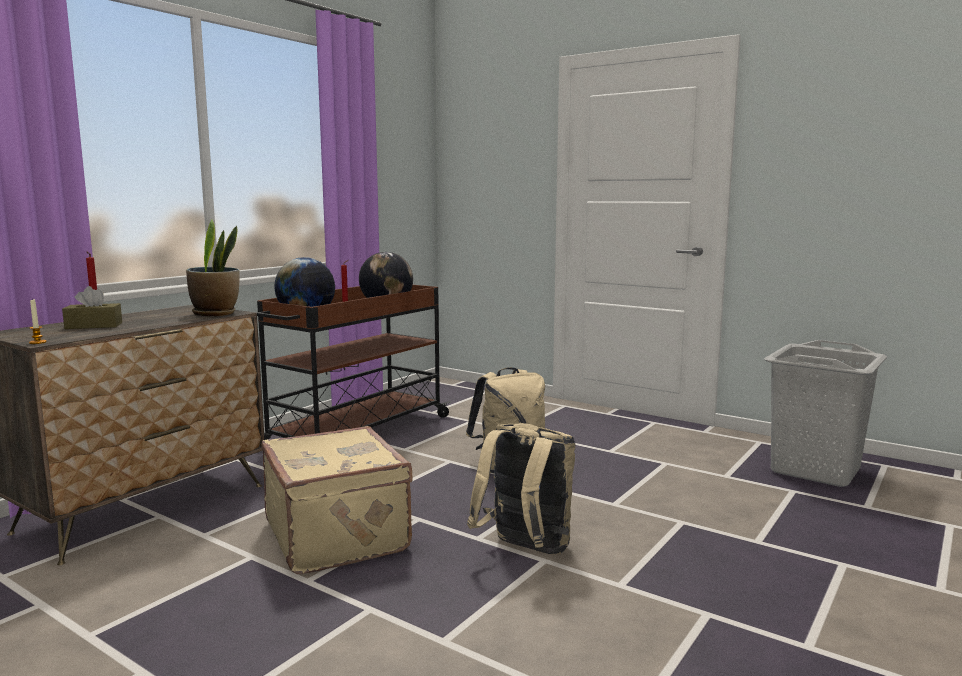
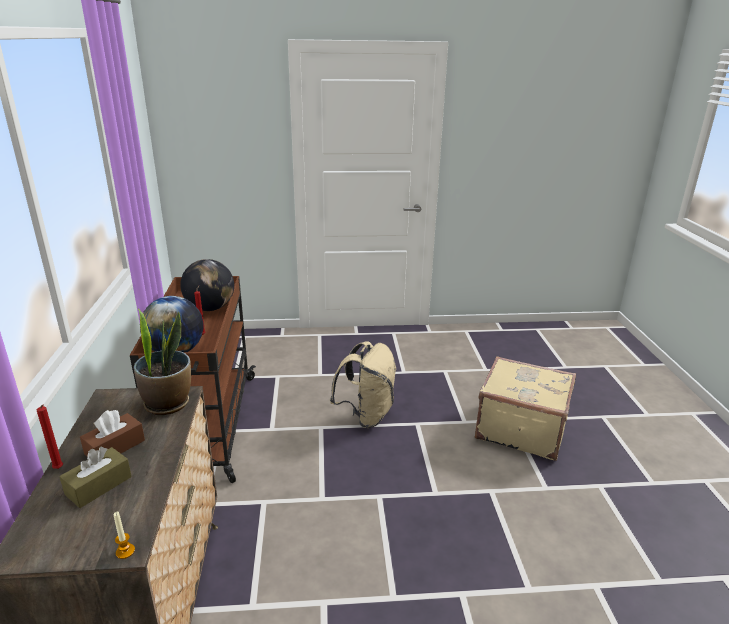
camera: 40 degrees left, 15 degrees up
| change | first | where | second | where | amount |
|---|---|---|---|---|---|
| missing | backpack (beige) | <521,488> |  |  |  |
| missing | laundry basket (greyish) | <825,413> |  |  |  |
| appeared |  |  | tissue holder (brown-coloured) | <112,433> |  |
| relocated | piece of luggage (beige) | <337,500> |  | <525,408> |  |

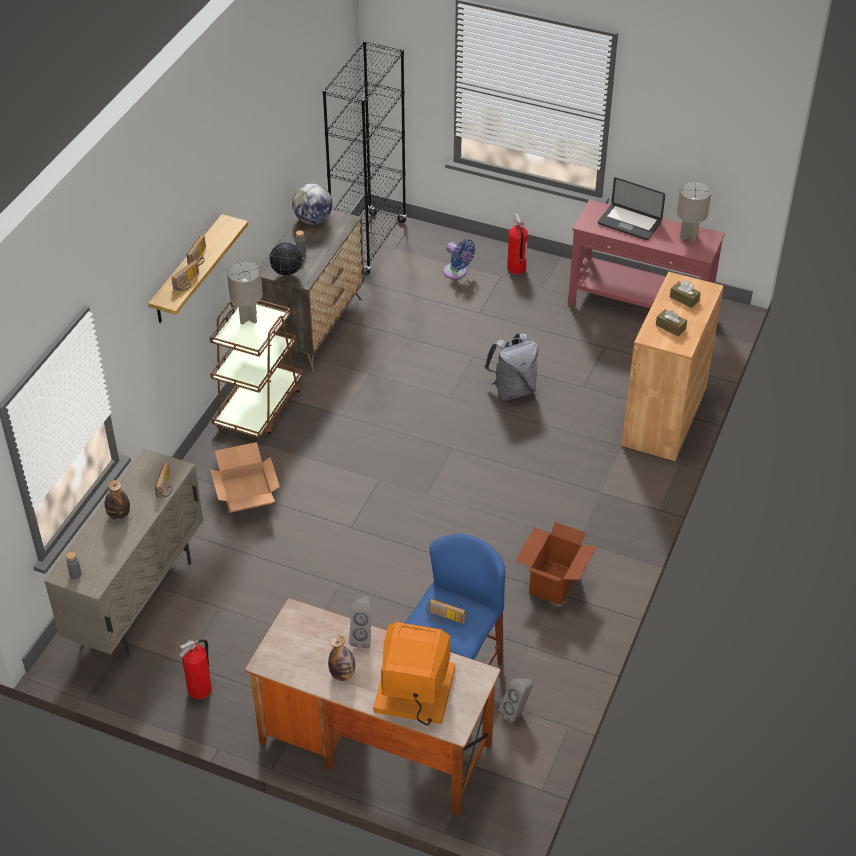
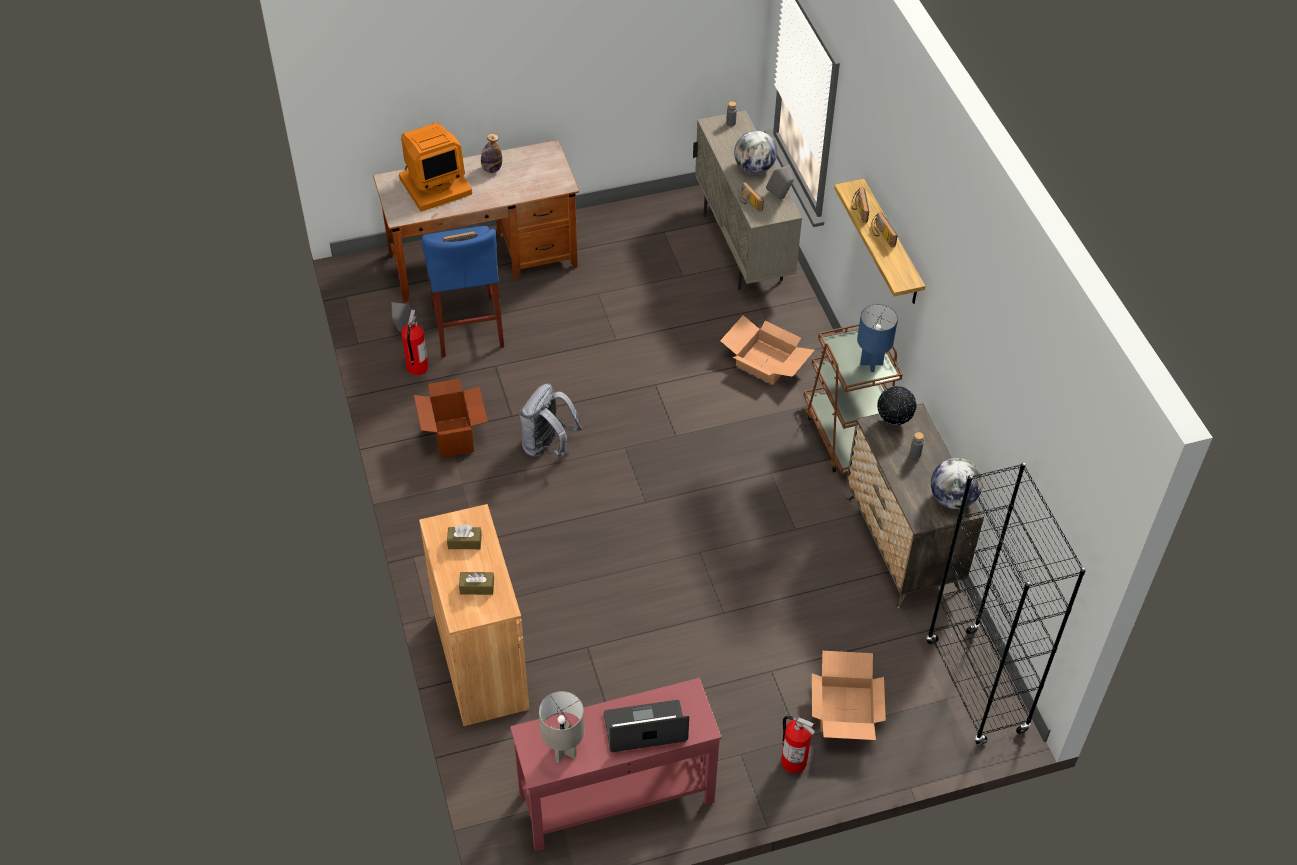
camera: 140 degrees right, 5 degrees up
| change | first | where | second | where | amount |
|---|---|---|---|---|---|
| relocated | fire extinguisher | <195,669> |  | <414,342> |  |
| relocated | audio speaker (greyish) | <360,622> |  | <780,182> |  |
| relocated | backpack (greyish) | <511,367> |  | <551,421> |  |
| exchanged | bottle | <117,500> | world globe | <755,152> |  |
| exchanged | cooling fan (bluish) | <459,259> | carton | <849,695> |  |
| colour | table lamp (greyish) | <245,293> | table lamp (bluish) | <877,338> |  |

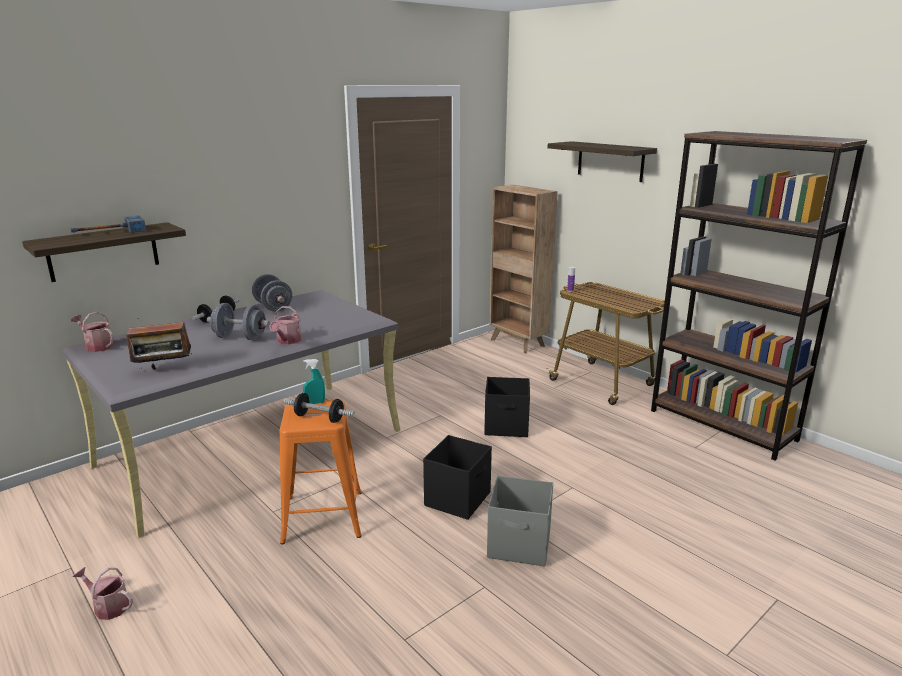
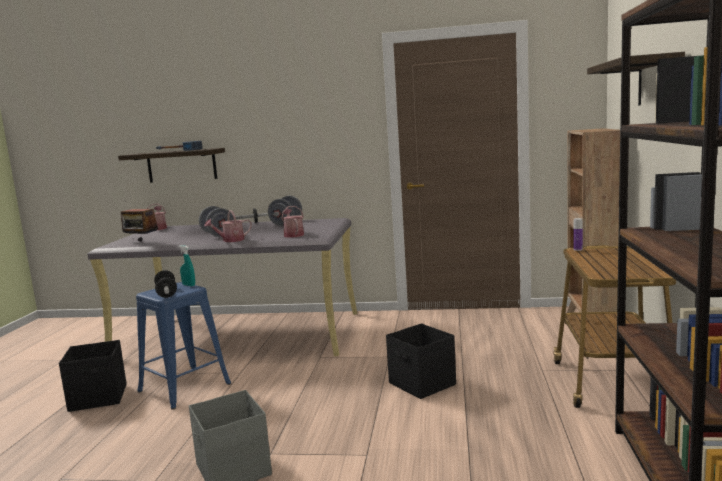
camera: 50 degrees right, 10 degrees down
| change | first | where | second | where | amount |
|---|---|---|---|---|---|
| relocated | watering pot | <103,593> |  | <292,222> |  |
| relocated | storage container (black) | <457,477> |  | <93,376> |  |
| colour | stool seat (orangey) | <320,472> | stool seat (bluish) | <183,346> |  |

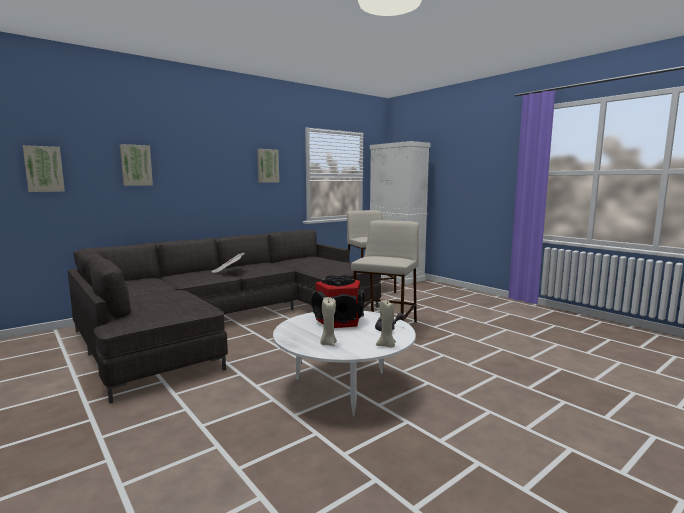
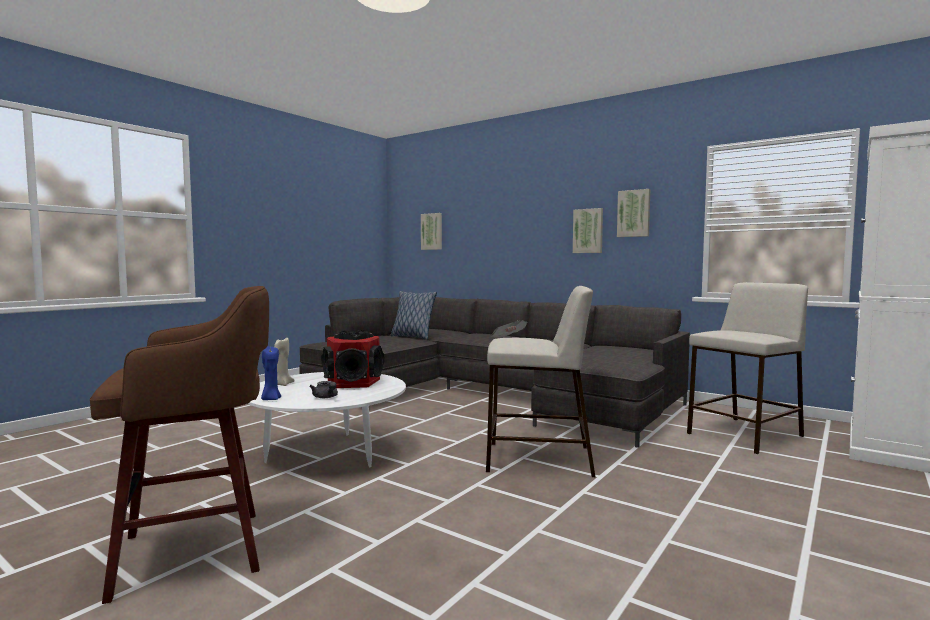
camera: 75 degrees right, 5 degrees down
| change | first | where | second | where | amount |
|---|---|---|---|---|---|
| appeared |  |  | stool seat (brown-coloured) | <179,445> |  |
| appeared |  |  | pillow | <413,315> |  |
| relocated | picture | <136,165> |  | <588,230> |  |
| colour | candle (beige) | <386,323> | candle (bluish) | <271,373> |  |

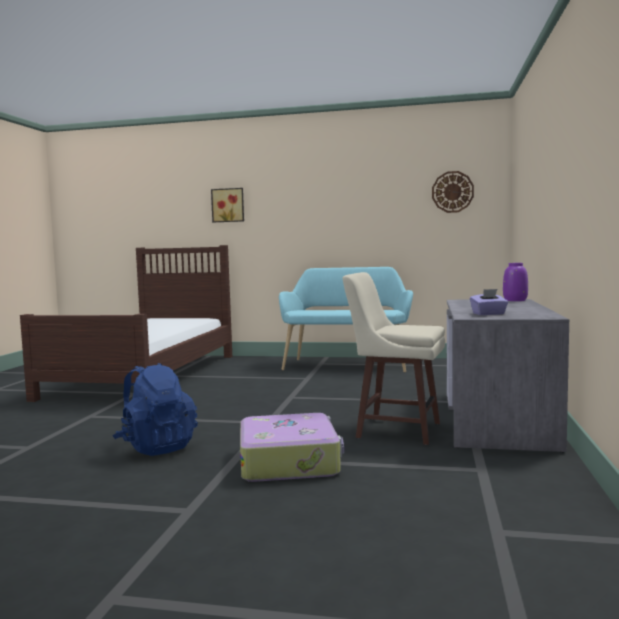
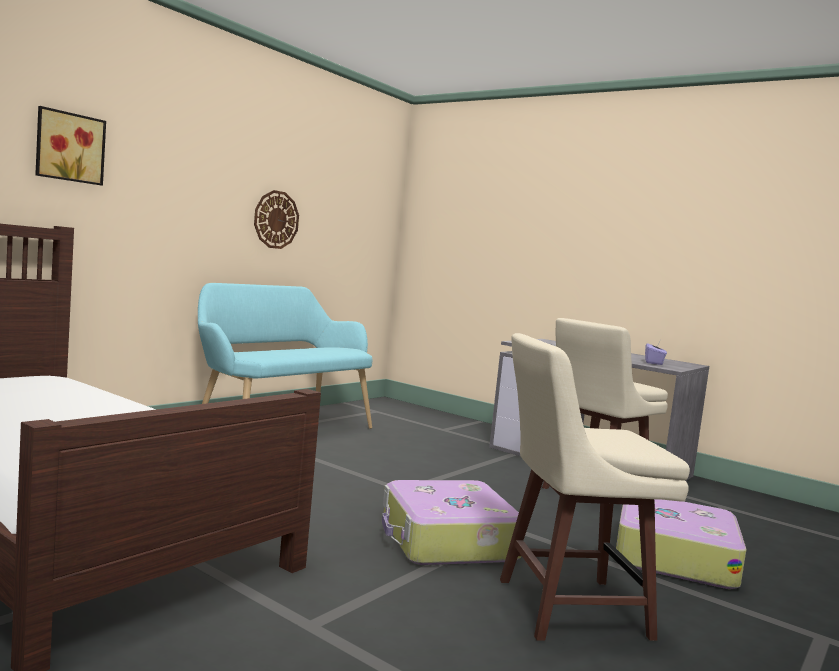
camera: 65 degrees left, 0 degrees up
| change | first | where | second | where | amount |
|---|---|---|---|---|---|
| missing | decorative vase (purplish) | <515,282> |  |  |  |
| appeared |  |  | piece of luggage | <453,522> |  |
| relocated | clock on the wall | <453,192> |  | <276,219> |  |
| exchanged | backpack (bluish) | <155,409> | stool seat (beige) | <595,487> |  |

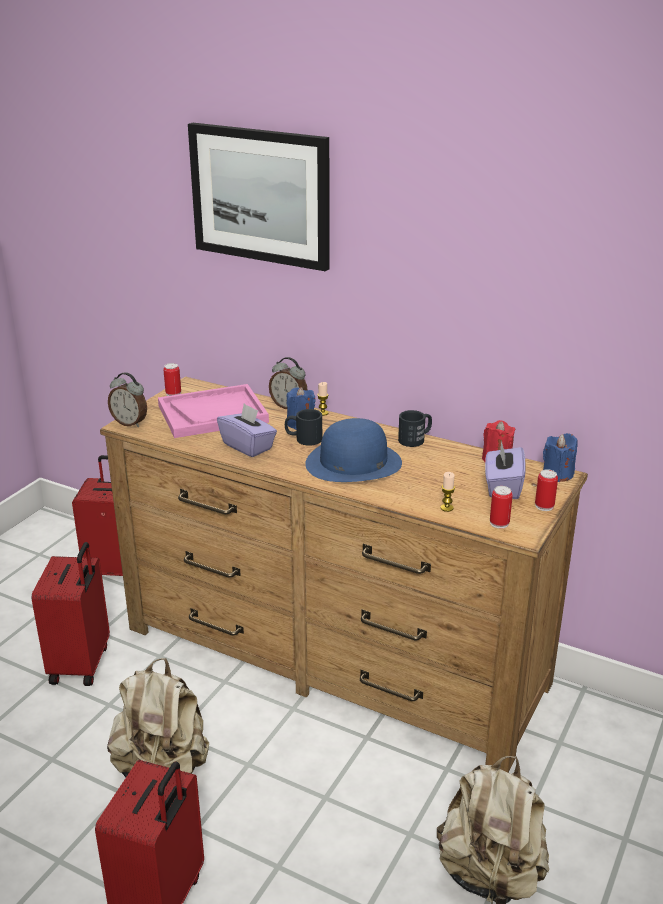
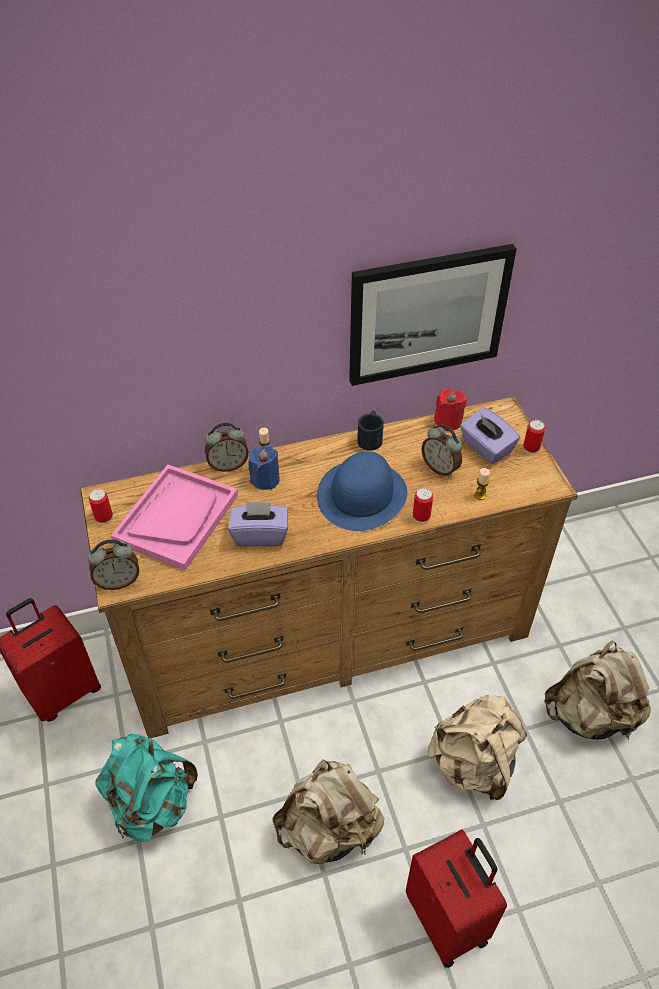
camera: 45 degrees left, 20 degrees up
| change | first | where | second | where | amount |
|---|---|---|---|---|---|
| missing | coffee mug (black) | <303,427> |  |  |  |
| missing | candle (bluish) | <560,457> |  |  |  |
| appeared |  |  | alarm clock | <442,451> |  |
| appeared |  |  | backpack (beige) | <477,747> |  |
| relocated | picture | <258,197> |  | <433,315> |  |
| relocated | metal can | <501,507> |  | <423,505> |  |
| exchanged | piece of luggage (red-coloured) | <71,614> | backpack (turquoise) | <146,788> |  |

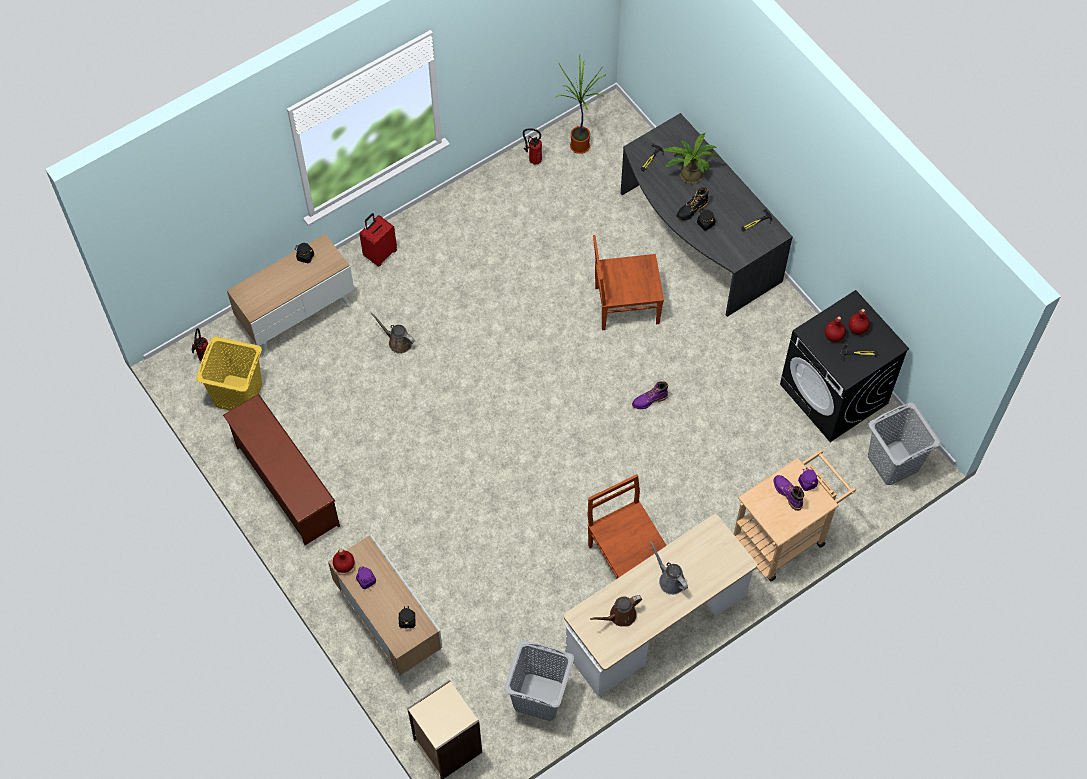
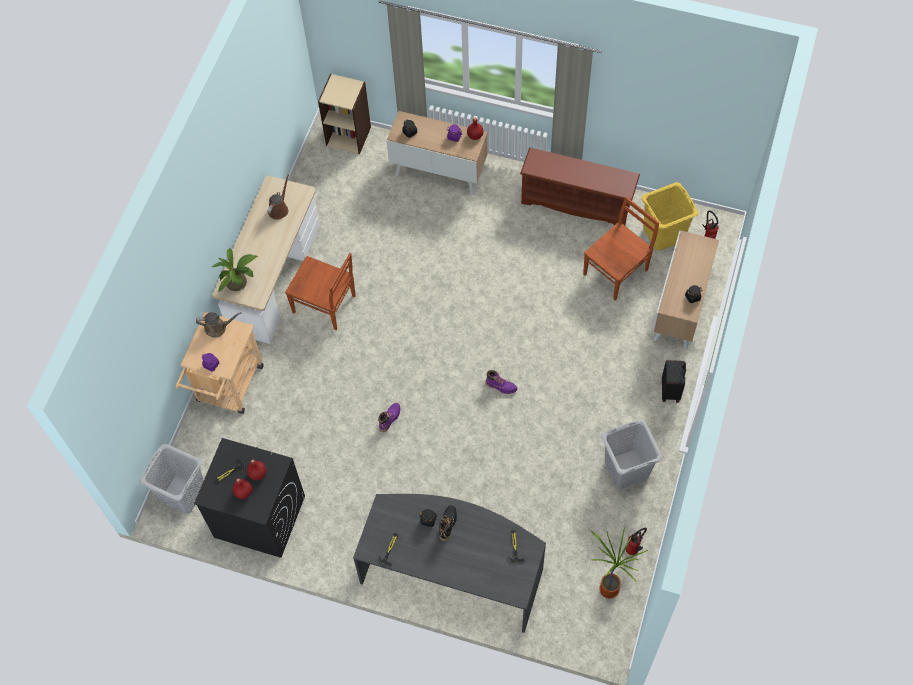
camera: 145 degrees right, 0 degrees up
| change | first | where | second | where | amount |
|---|---|---|---|---|---|
| missing | watering pot (greyish) | <669,568> |  |  |  |
| relocated | watering pot (brown-coloured) | <392,333> |  | <219,325> |  |
| relocated | laundry basket (greyish) | <539,680> |  | <631,454> |  |
| relocated | plain chair (brown-coloured) | <628,282> |  | <621,248> |  |
| relocated | potted plant | <690,158> |  | <235,270> |  |
| relocated | tall boot (purplish) | <789,493> |  | <501,382> |  |
| colour | piece of luggage (red-coloured) | <378,240> | piece of luggage (black) | <674,381> |  |

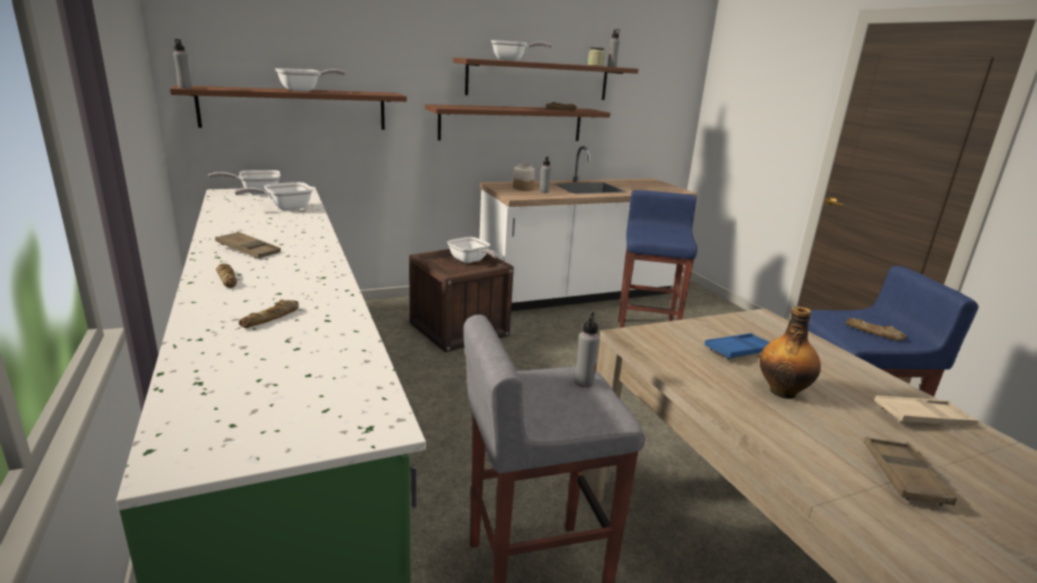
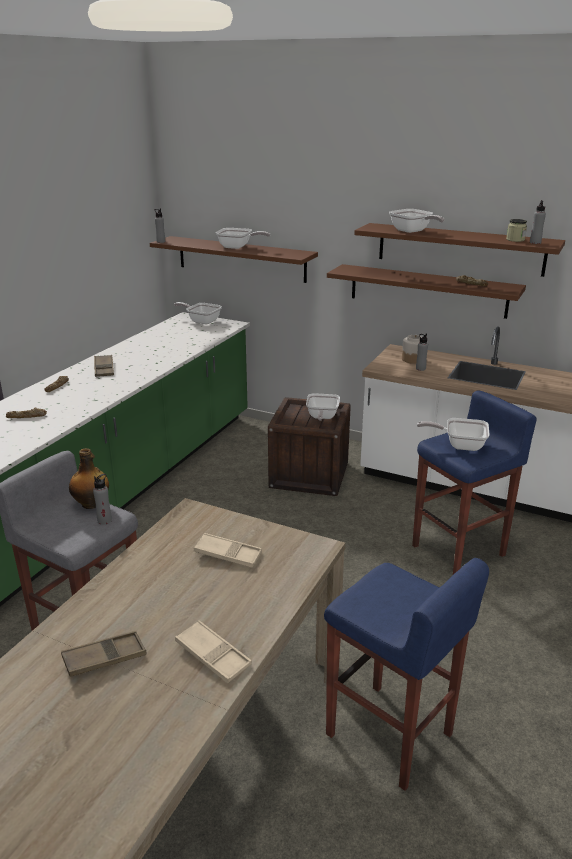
camera: 50 degrees right, 5 degrees up
| change | first | where | second | where | amount |
|---|---|---|---|---|---|
| missing | bread | <876,329> |  |  |  |
| relocated | frying pan | <273,196> |  | <453,434> |  |
| relocated | bottle | <790,352> |  | <89,478> |  |
| colour | serving tray (bluish) | <737,346> | serving tray (beige) | <228,550> |  |

